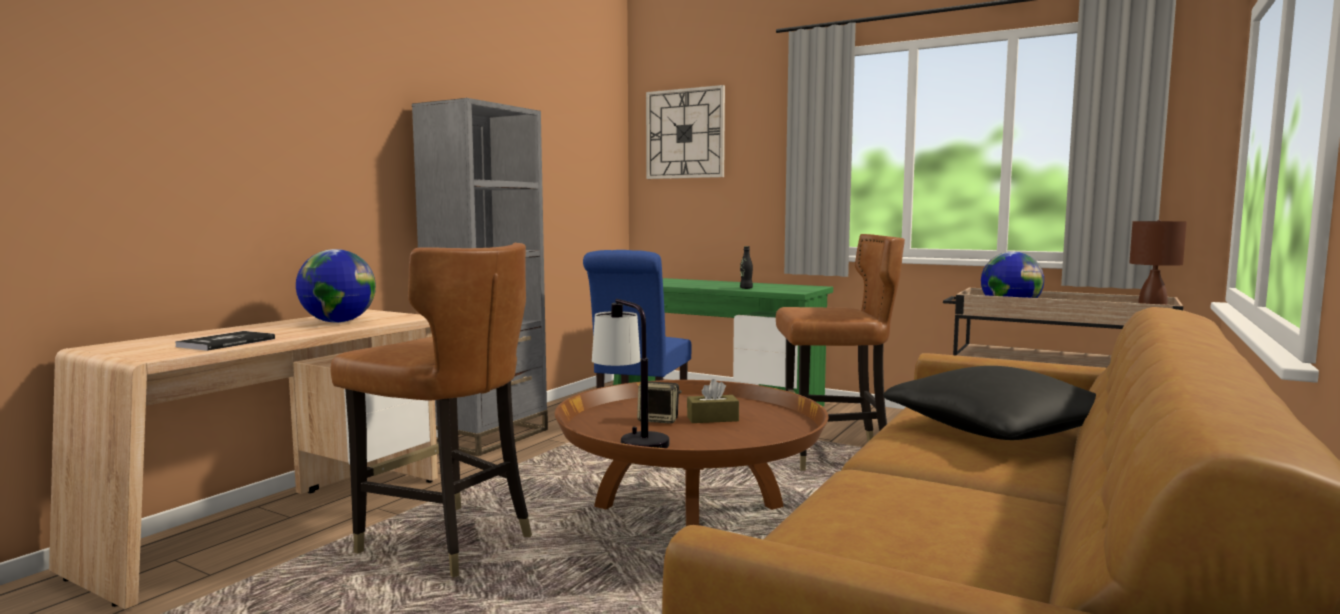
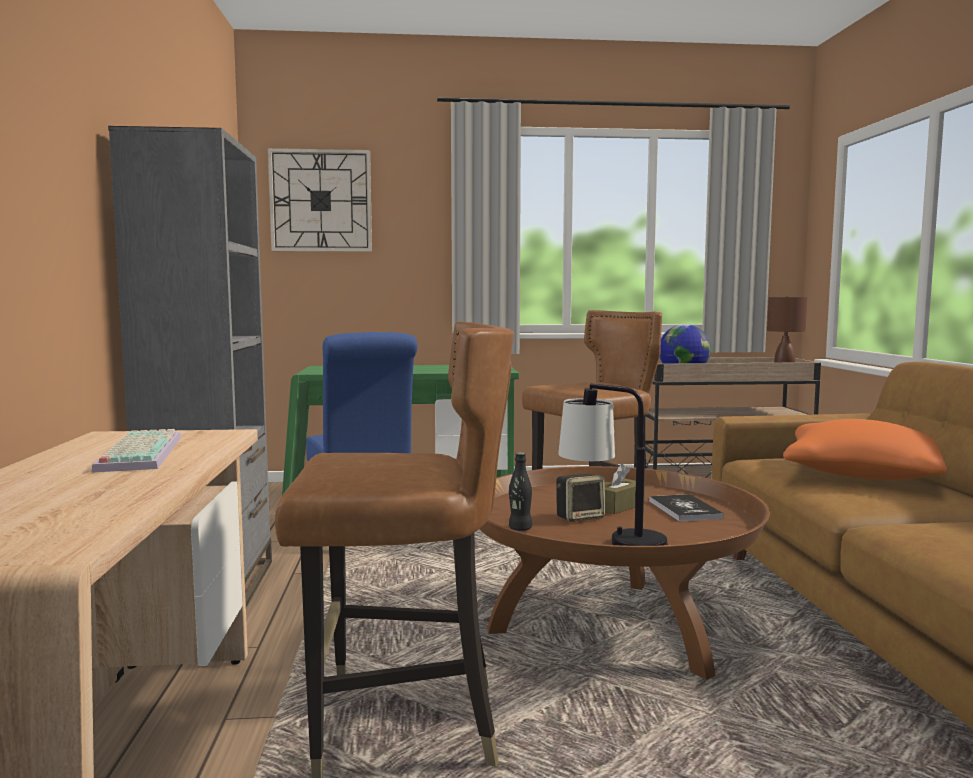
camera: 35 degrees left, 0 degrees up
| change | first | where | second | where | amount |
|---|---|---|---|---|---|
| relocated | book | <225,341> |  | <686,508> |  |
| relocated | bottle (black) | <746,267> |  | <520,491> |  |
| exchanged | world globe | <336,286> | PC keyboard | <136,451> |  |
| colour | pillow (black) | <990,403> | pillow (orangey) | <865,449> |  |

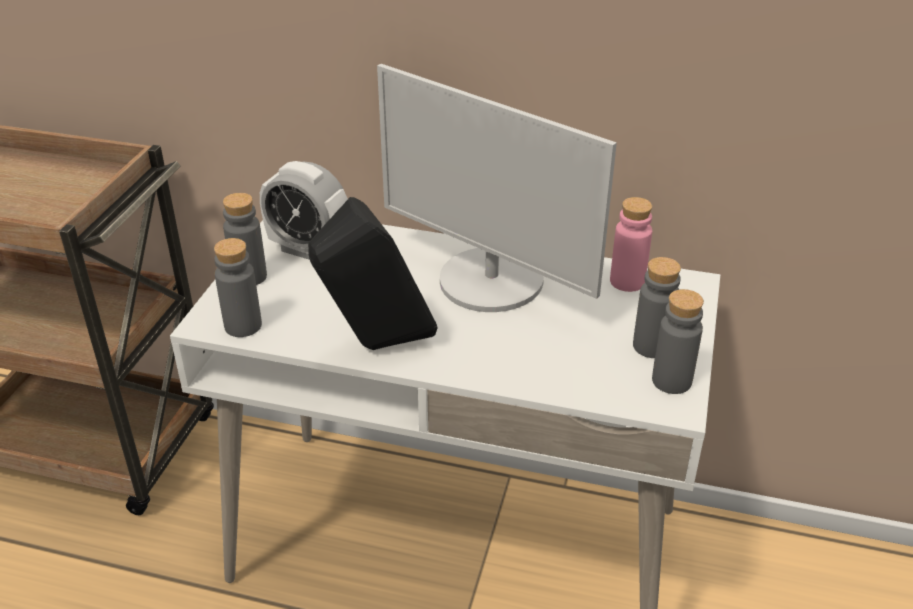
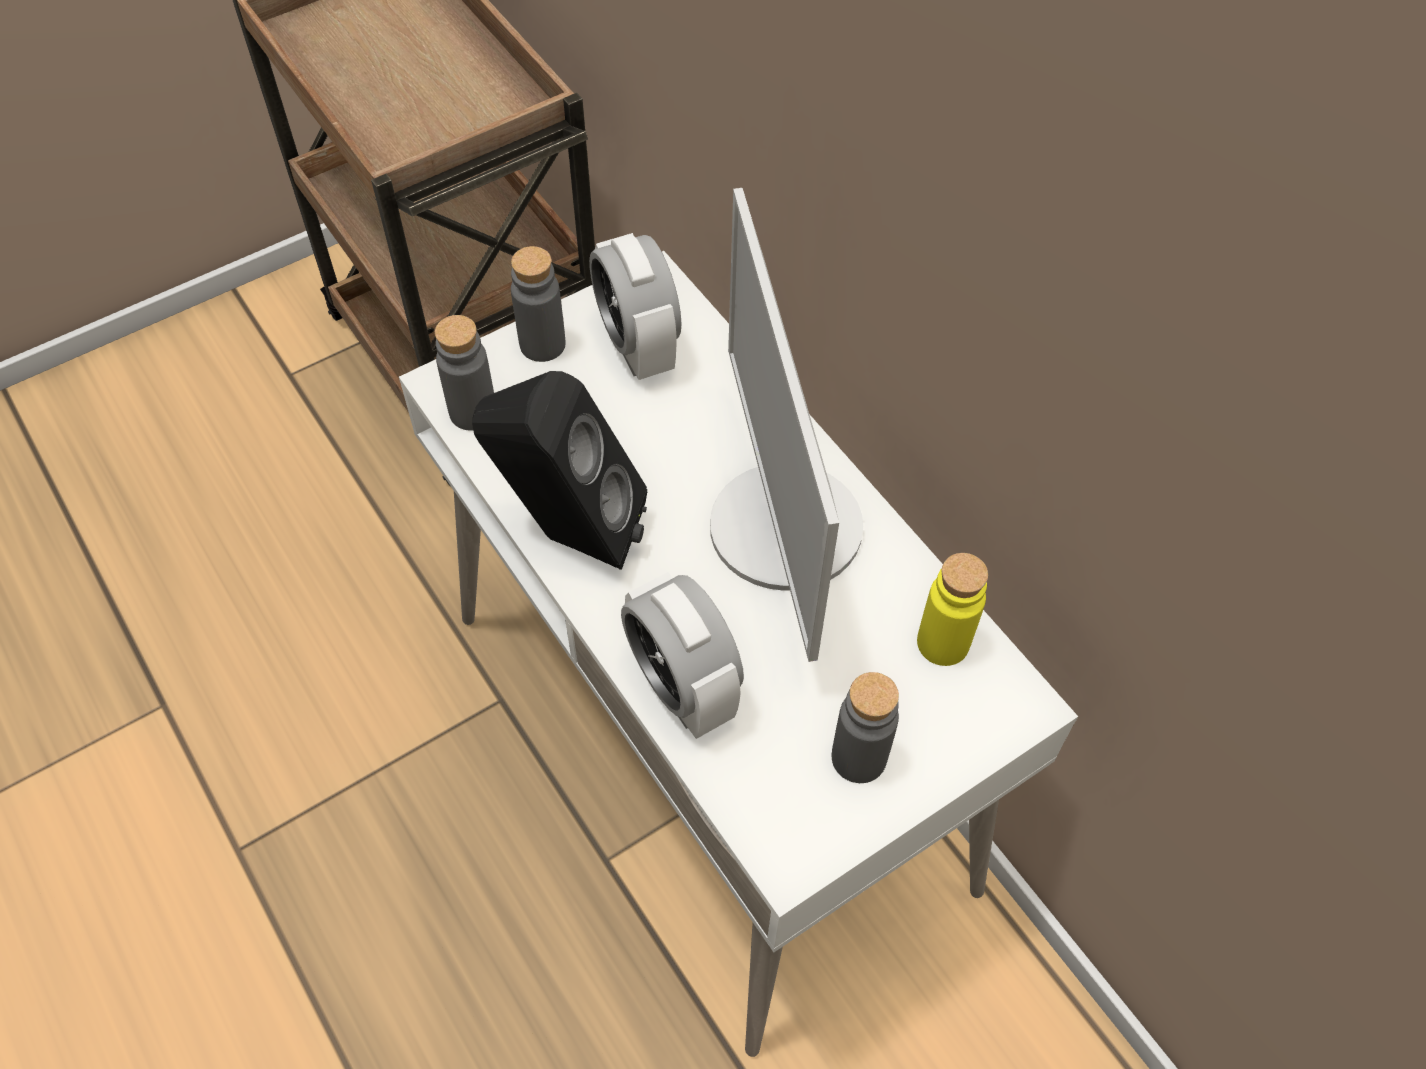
camera: 40 degrees right, 20 degrees up
| change | first | where | second | where | amount |
|---|---|---|---|---|---|
| missing | bottle (greyish) | <678,341> |  |  |  |
| appeared |  |  | alarm clock | <682,655> |  |
| colour | bottle (pink) | <631,244> | bottle (yellow-coloured) | <952,609> |  |

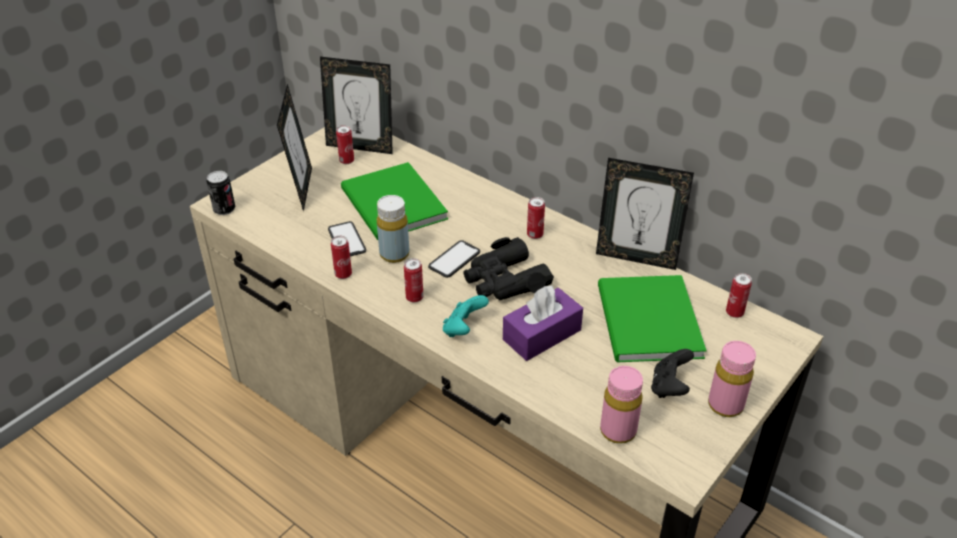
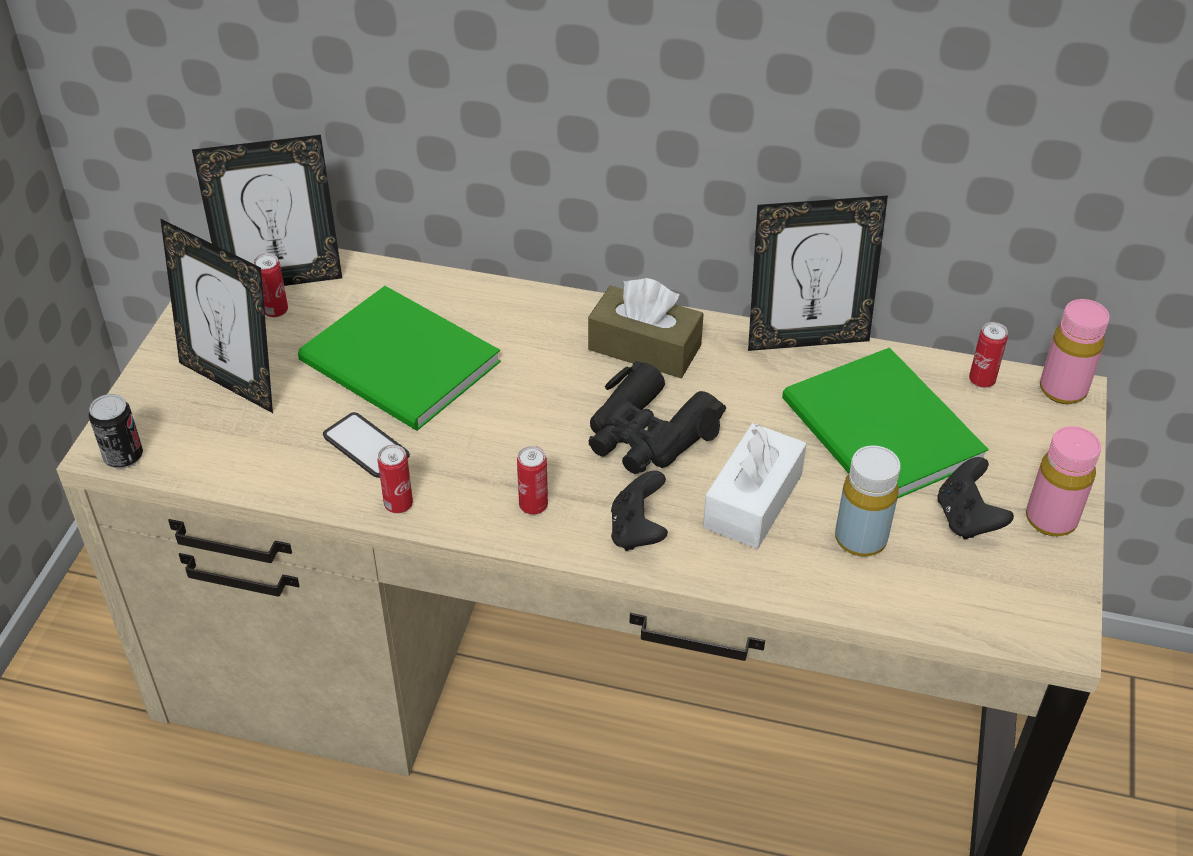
camera: 25 degrees left, 5 degrees up
| change | first | where | second | where | amount |
|---|---|---|---|---|---|
| missing | phone | <454,259> |  |  |  |
| relocated | bottle (yellow-coloured) | <393,229> |  | <868,501> |  |
| relocated | bottle (pink) | <621,405> |  | <1075,351> |  |
| exchanged | metal can | <536,218> | tissue holder (brown-coloured) | <646,328> |  |
| colour | gamepad (turquoise) | <466,316> | gamepad (black) | <639,511> |  |
| colour | tissue holder (purplish) | <543,323> | tissue holder (whitish) | <754,486> |  |
| spun | photo frame | <294,148> |  | <216,316> | 150 degrees clockwise |

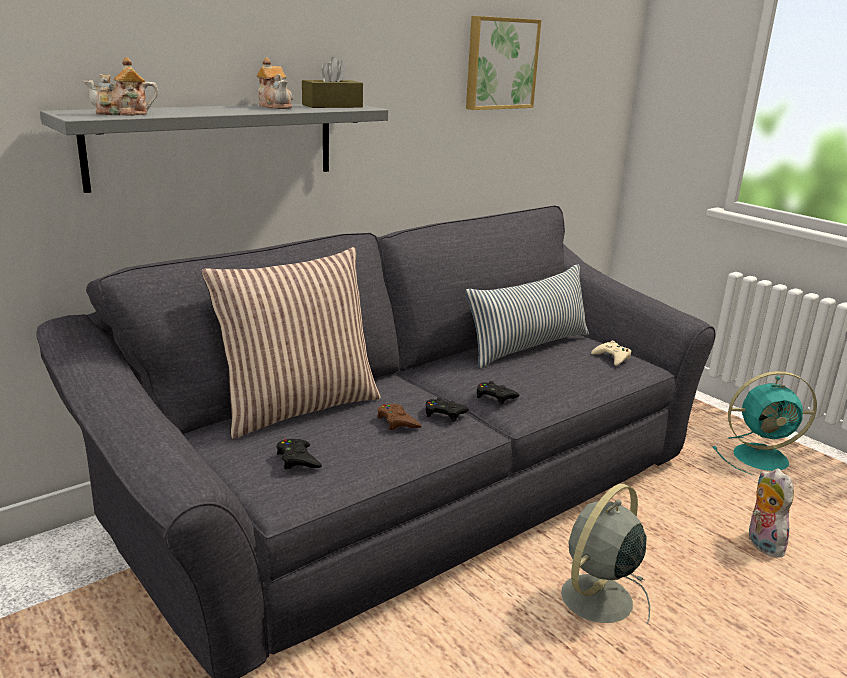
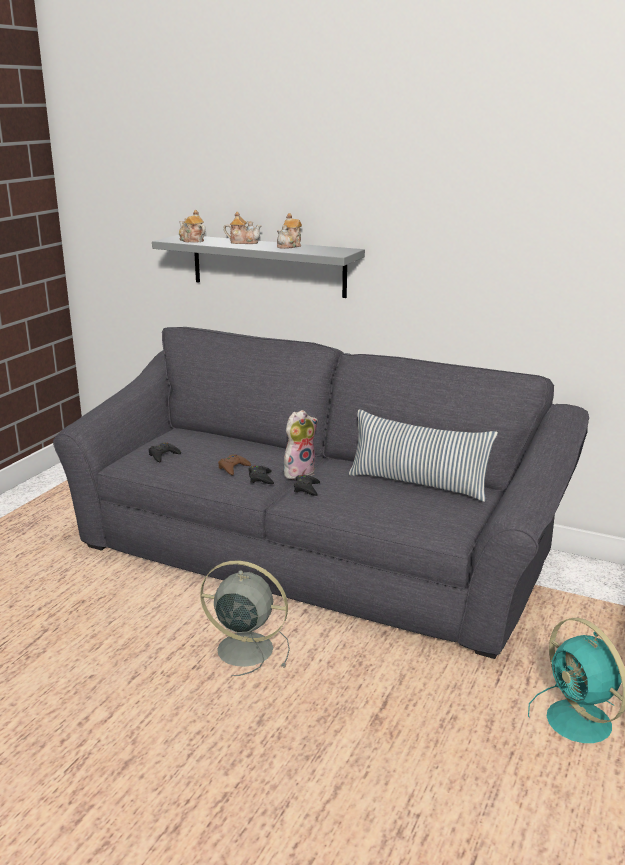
camera: 65 degrees right, 0 degrees up
| change | first | where | second | where | amount |
|---|---|---|---|---|---|
| missing | pillow | <291,343> |  |  |  |
| missing | tissue holder (brown-coloured) | <332,82> |  |  |  |
| missing | picture | <503,63> |  |  |  |
| missing | gamepad (beige) | <611,353> |  |  |  |
| appeared |  |  | tea pot | <242,227> |  |
| relocated | plush toy | <771,513> |  | <301,444> |  |

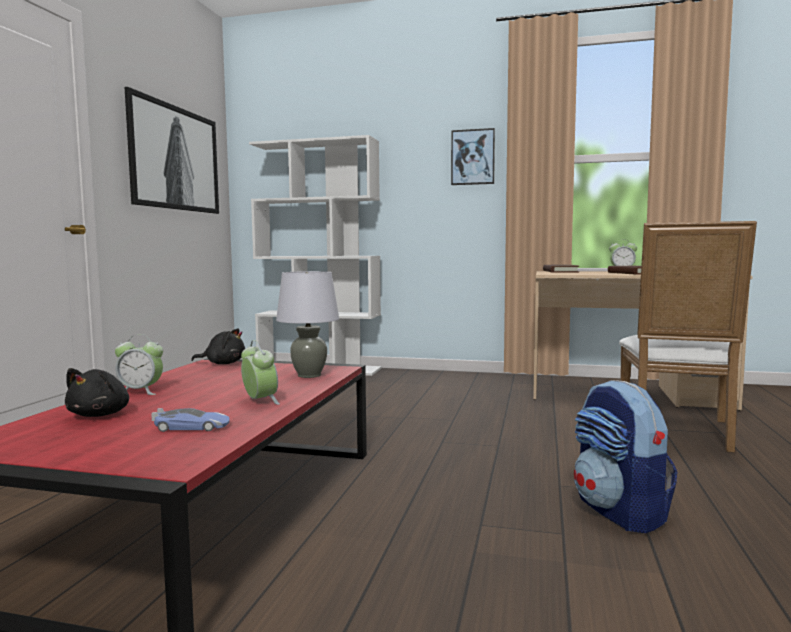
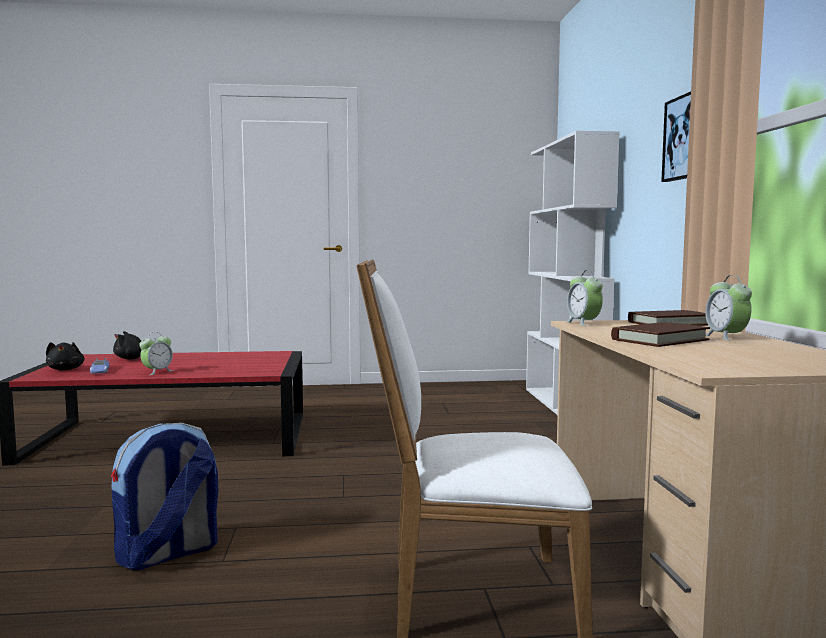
camera: 70 degrees right, 0 degrees up
| change | first | where | second | where | amount |
|---|---|---|---|---|---|
| missing | picture | <172,150> |  |  |  |
| missing | table lamp (greyish) | <307,324> |  |  |  |
| relocated | alarm clock | <139,364> |  | <584,298> |  |
| relocated | plush toy (black) | <218,346> |  | <65,356> |  |

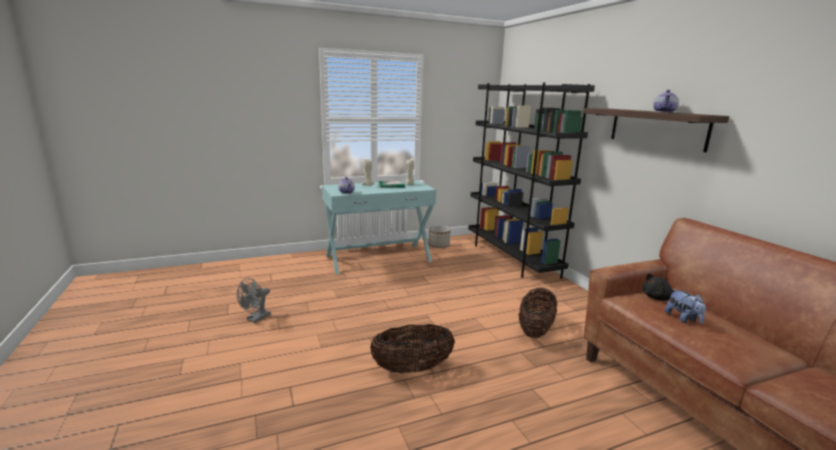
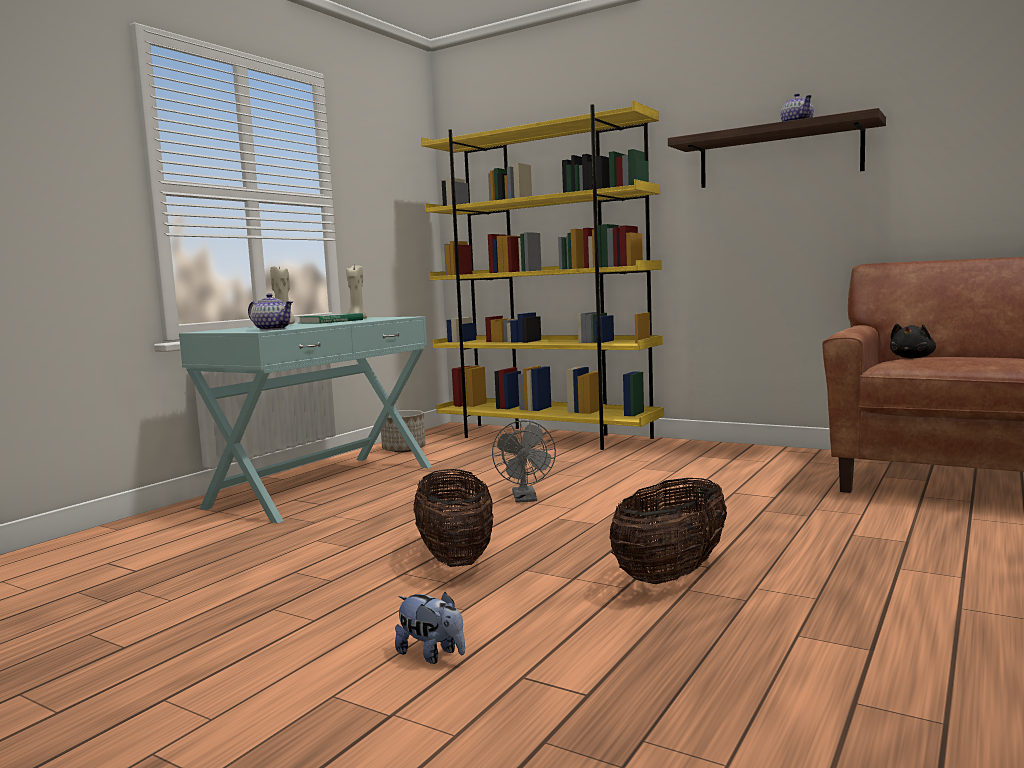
camera: 35 degrees left, 10 degrees down
| change | first | where | second | where | amount |
|---|---|---|---|---|---|
| relocated | cooling fan (greyish) | <254,300> |  | <524,461> |  |
| relocated | storage basket | <537,313> |  | <453,518> |  |
| relocated | plush toy | <685,306> |  | <430,628> |  |
| colour | shelving unit (black) | <531,181> | shelving unit (yellow-coloured) | <542,275> |  |

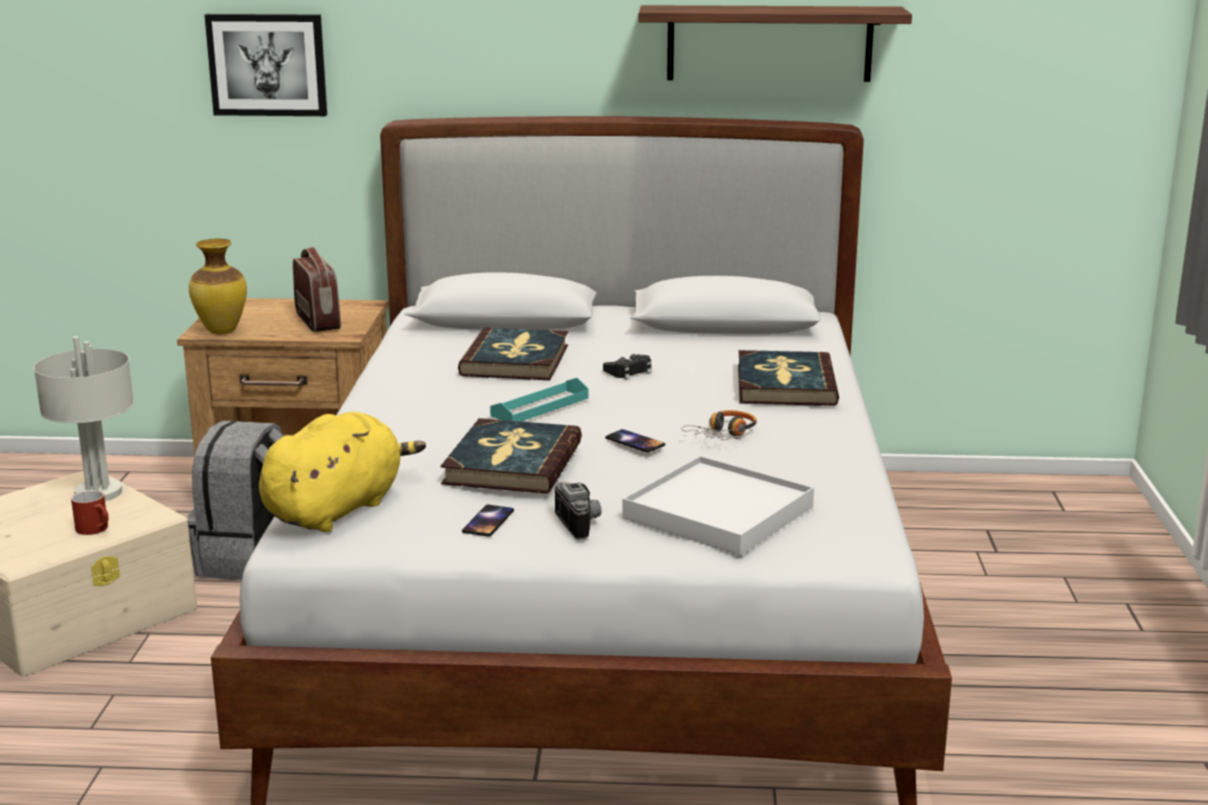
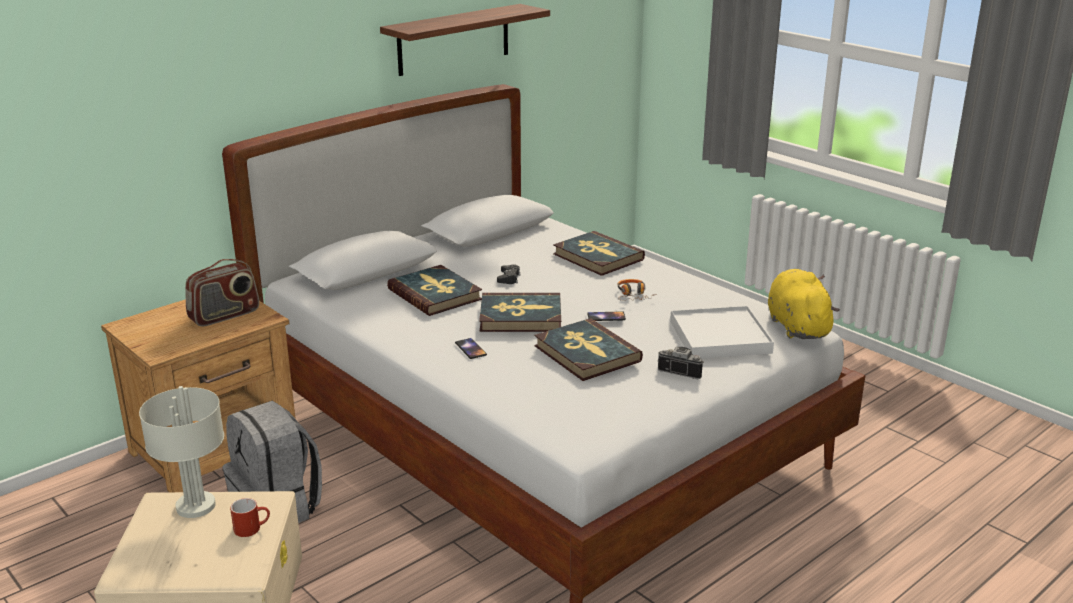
camera: 45 degrees left, 5 degrees up
| change | first | where | second | where | amount |
|---|---|---|---|---|---|
| missing | decorative vase | <218,286> |  |  |  |
| missing | picture | <266,65> |  |  |  |
| relocated | plush toy (yellow-coloured) | <342,472> |  | <803,304> |  |
| relocated | phone | <488,521> |  | <471,348> |  |
| exchanged | serving tray (turquoise) | <539,400> | book | <520,312> |  |
| spun | radio set | <317,289> |  | <222,293> | 120 degrees clockwise |

